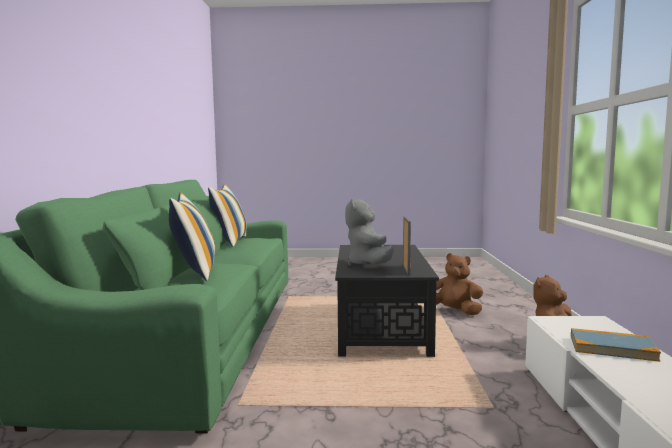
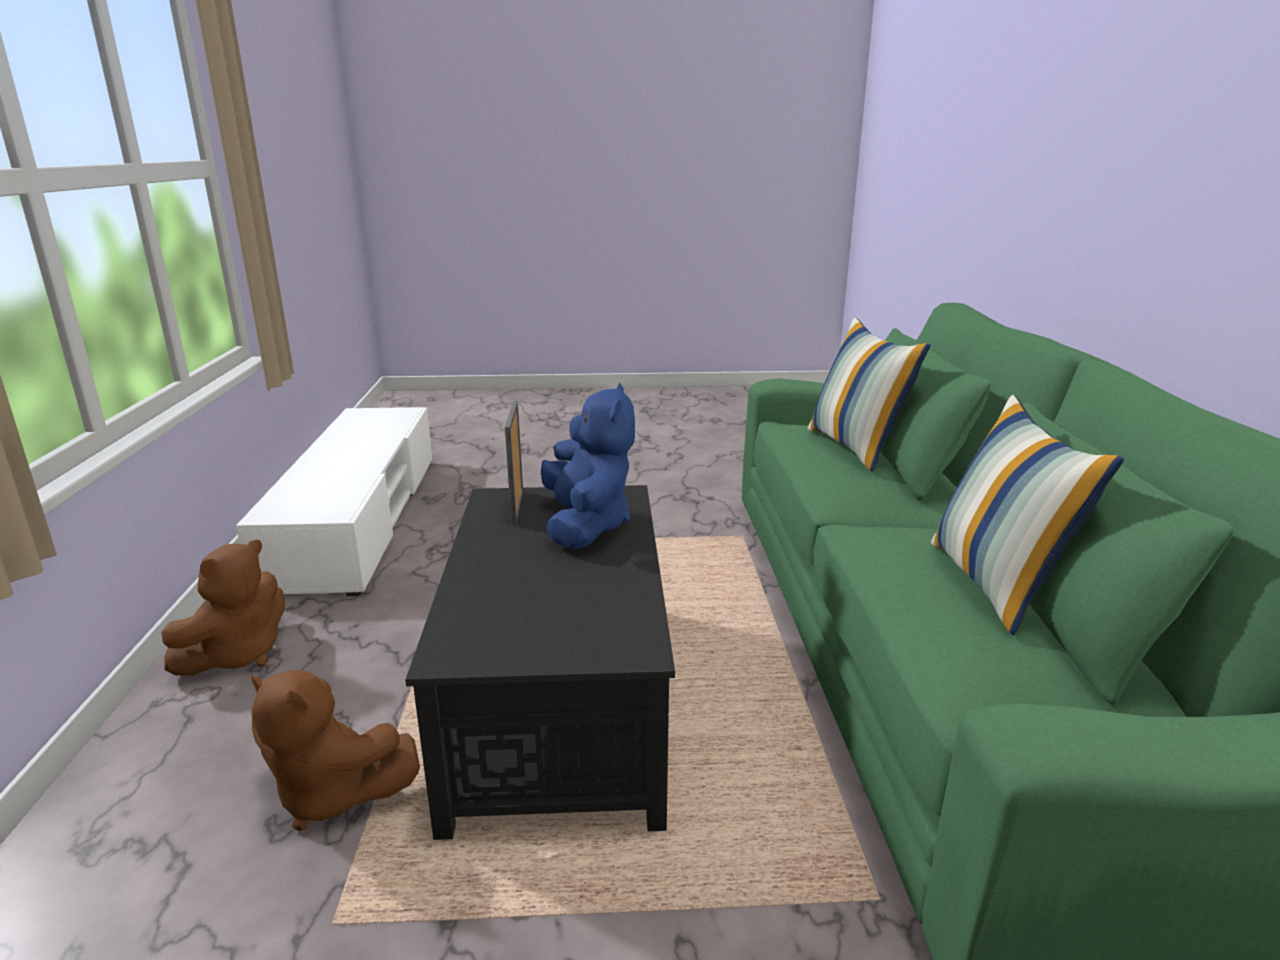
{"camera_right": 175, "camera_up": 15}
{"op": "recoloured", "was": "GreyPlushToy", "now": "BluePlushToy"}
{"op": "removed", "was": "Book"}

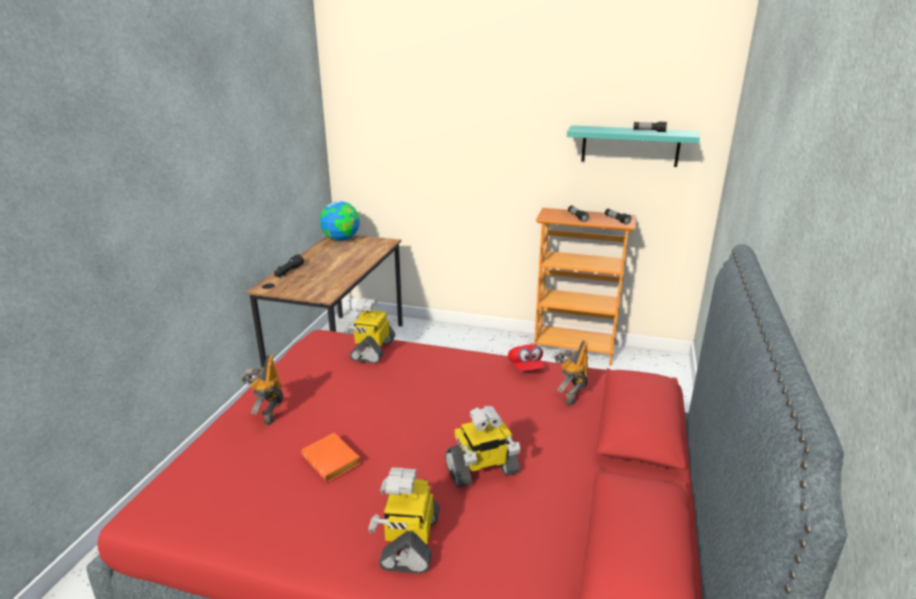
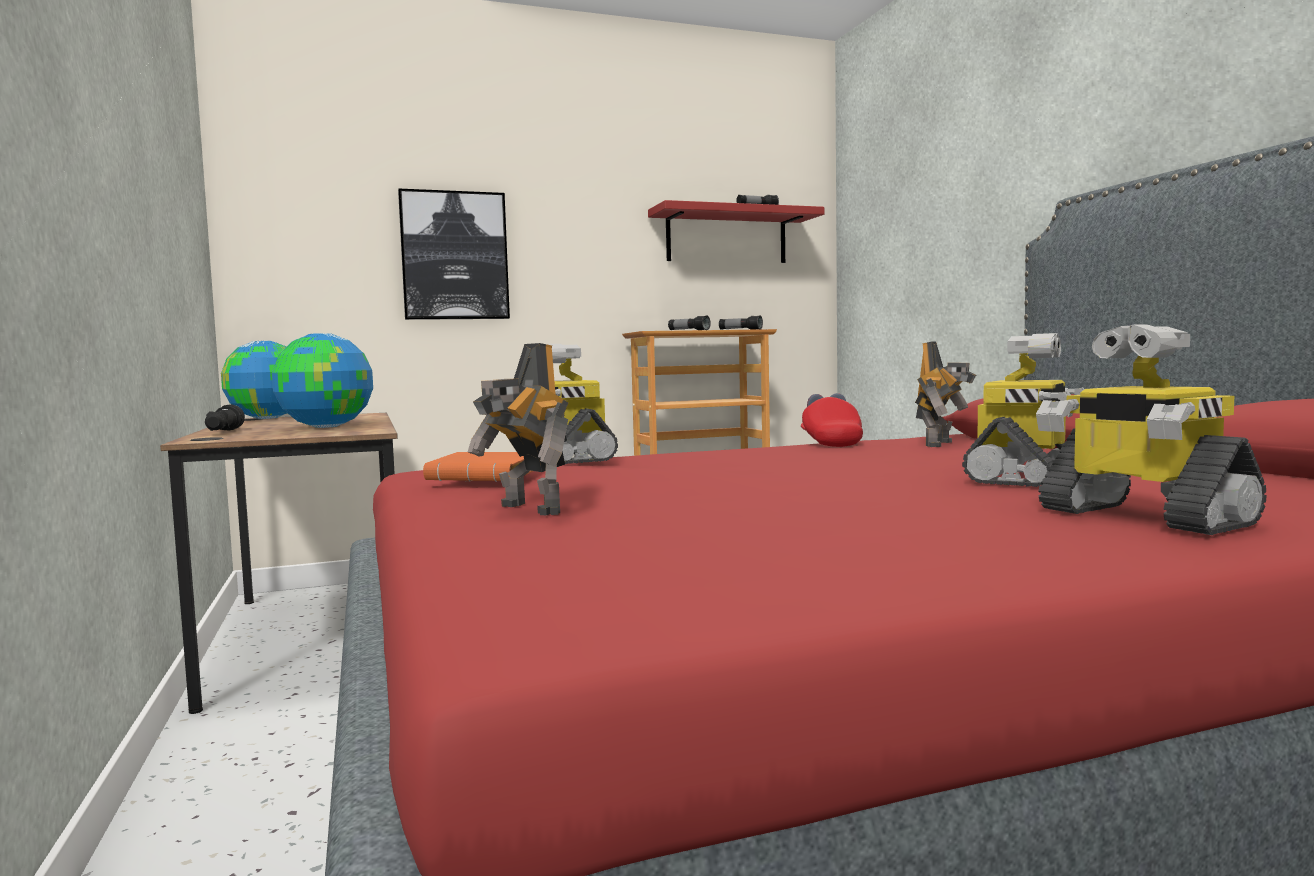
{"camera_right": -35, "camera_up": -20}
{"op": "added", "now": "Globe (2nd from left)"}
{"op": "added", "now": "Picture"}
{"op": "moved", "was": "OrangeBook"}
{"op": "recoloured", "was": "TurquoiseShelf", "now": "RedShelf"}
{"op": "turned", "was": "RedCap", "clockwise": -135}
{"op": "turned", "was": "ToyRobot (5th from left in the first image)", "clockwise": -135}

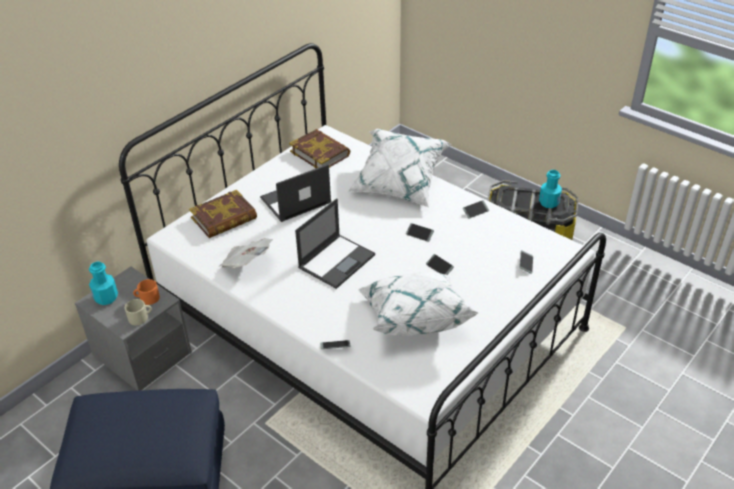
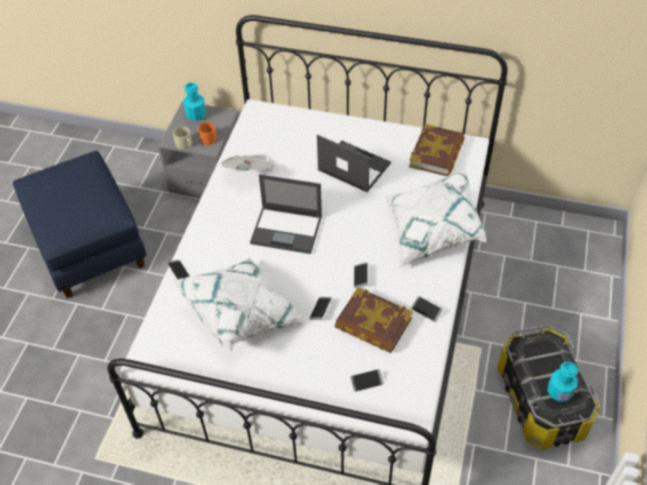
{"camera_right": 65, "camera_up": 10}
{"op": "moved", "was": "Book (1st from left)"}

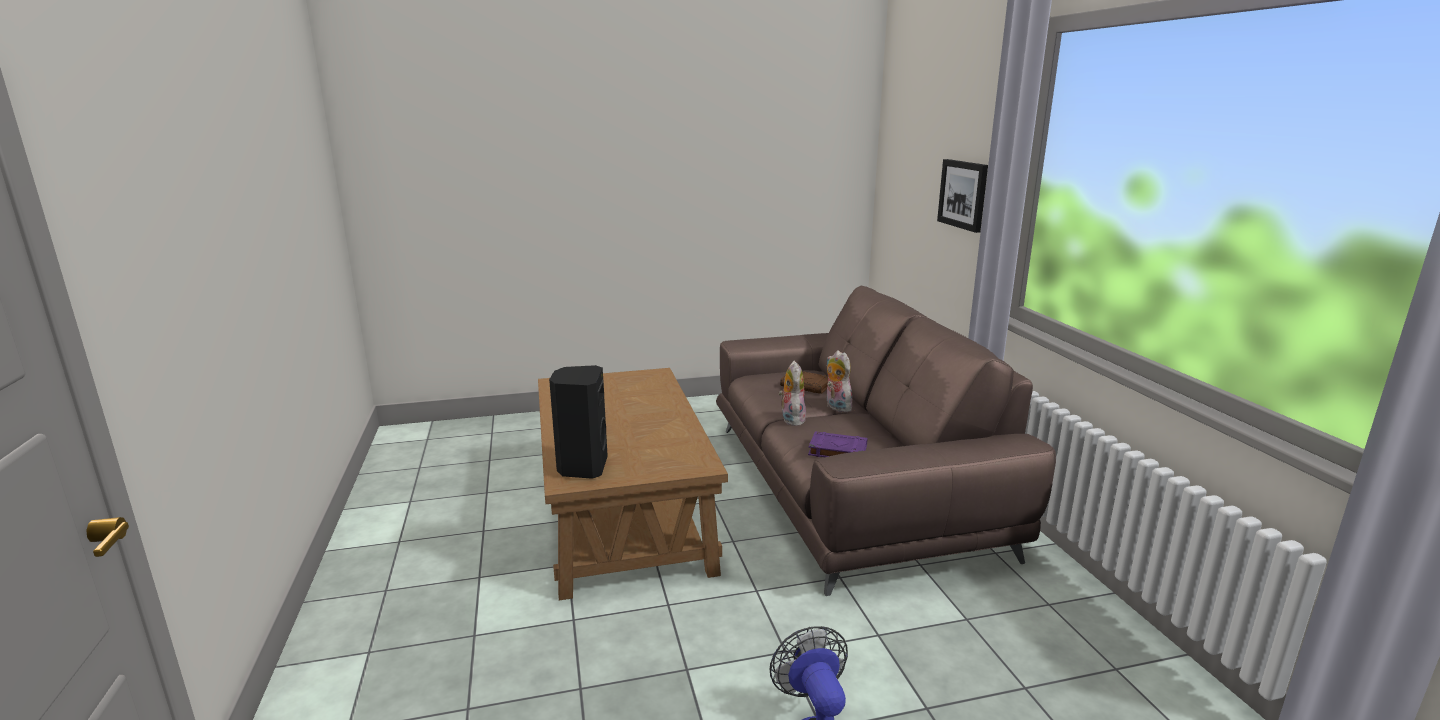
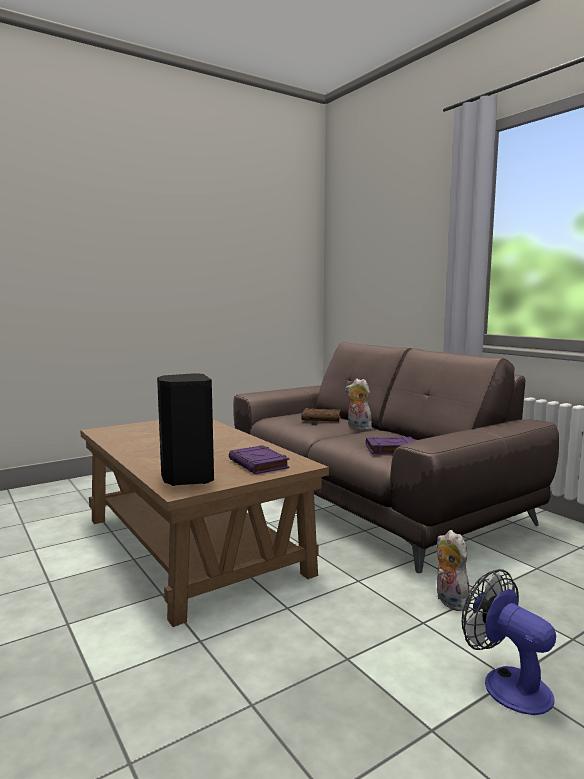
{"camera_right": -20, "camera_up": -10}
{"op": "added", "now": "PurpleBook (1st from left)"}
{"op": "moved", "was": "PlushToy (1st from left in the first image)", "now": "PlushToy (2nd from left)"}
{"op": "removed", "was": "Picture"}

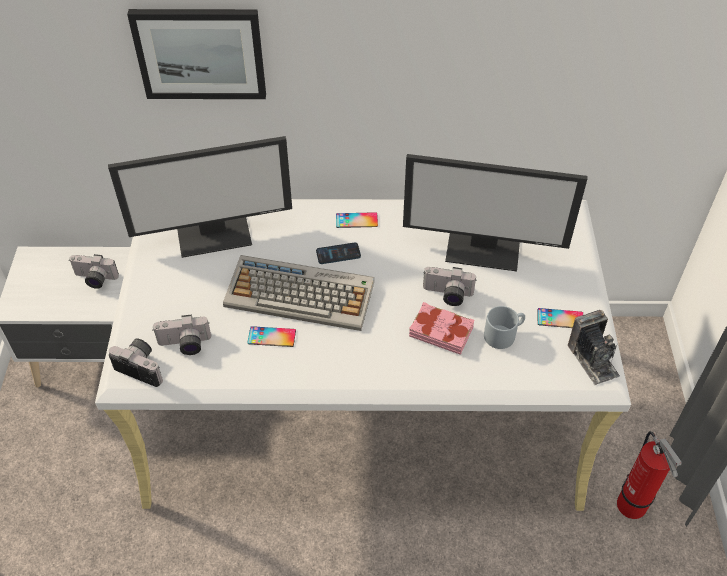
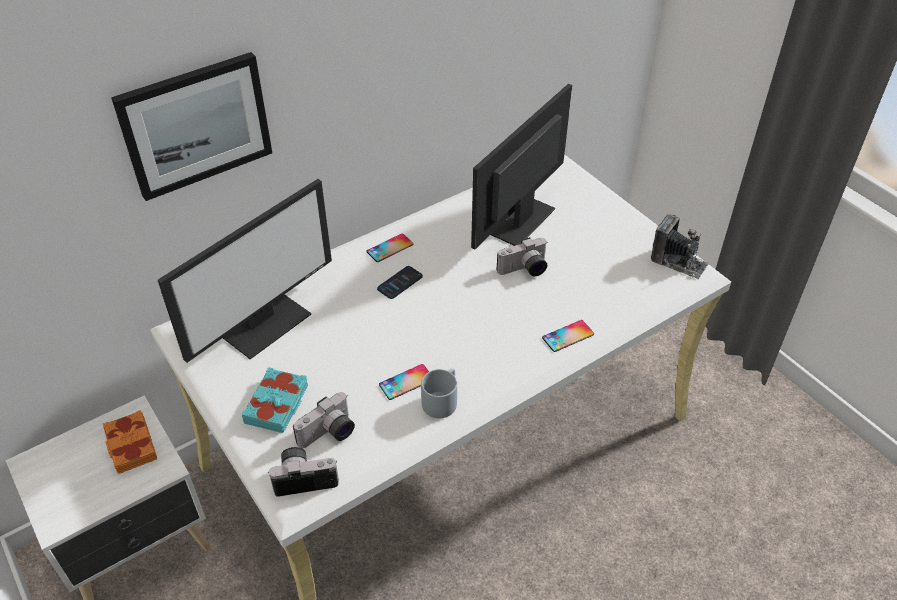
{"camera_right": -35, "camera_up": -5}
{"op": "replaced", "was": "PhotoCamera (1st from left)", "now": "OrangeBook"}
{"op": "added", "now": "TurquoiseBook"}
{"op": "moved", "was": "GreyMug"}
{"op": "turned", "was": "Monitor (2nd from left)", "clockwise": 150}
{"op": "moved", "was": "Phone (4th from left)"}
{"op": "removed", "was": "Keyboard"}
{"op": "removed", "was": "PinkBook"}
{"op": "removed", "was": "FireExtinguisher"}

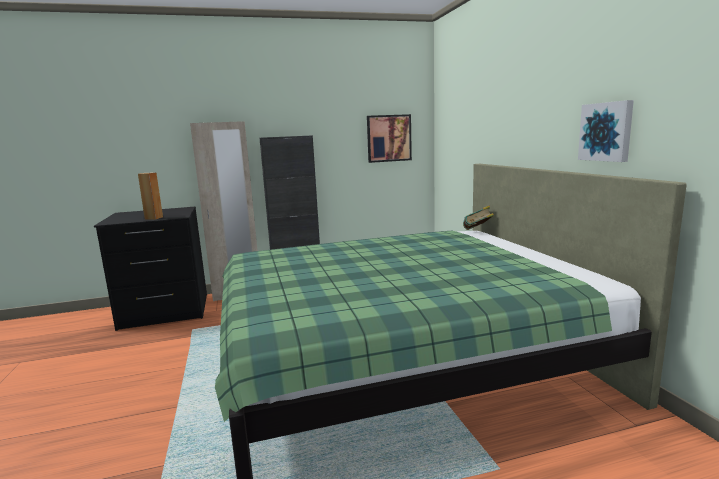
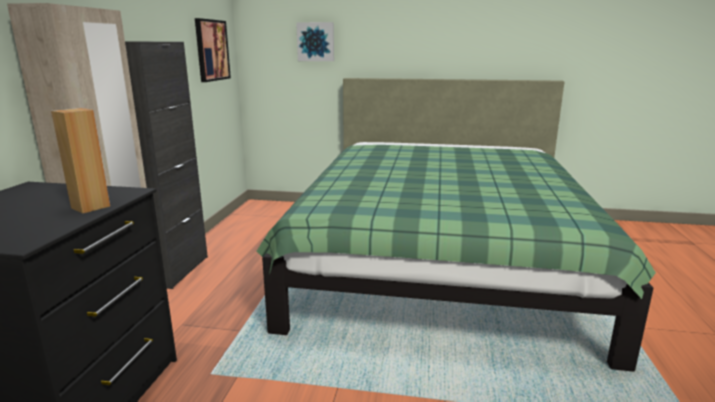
{"camera_right": -65, "camera_up": 5}
{"op": "moved", "was": "Picture (2nd from left)"}
{"op": "removed", "was": "Book"}

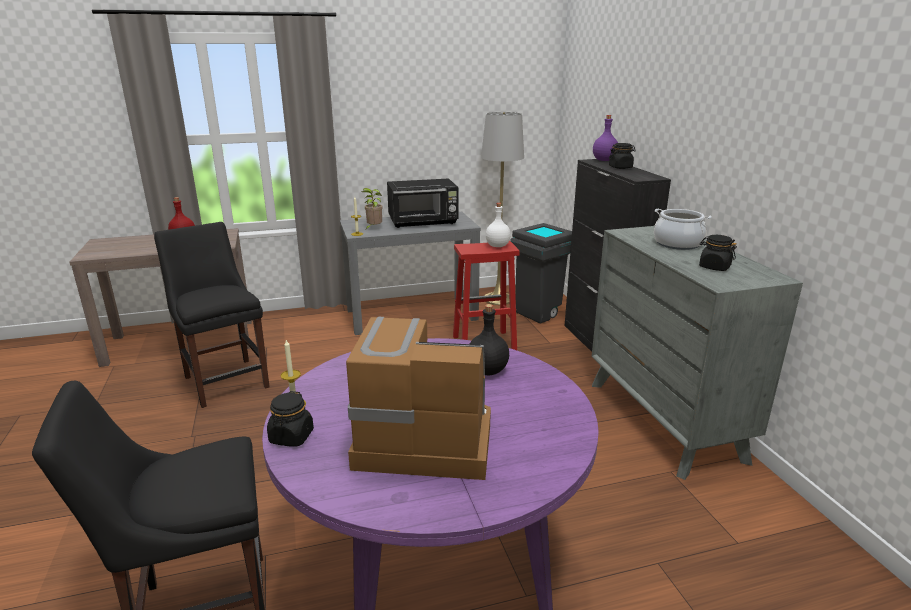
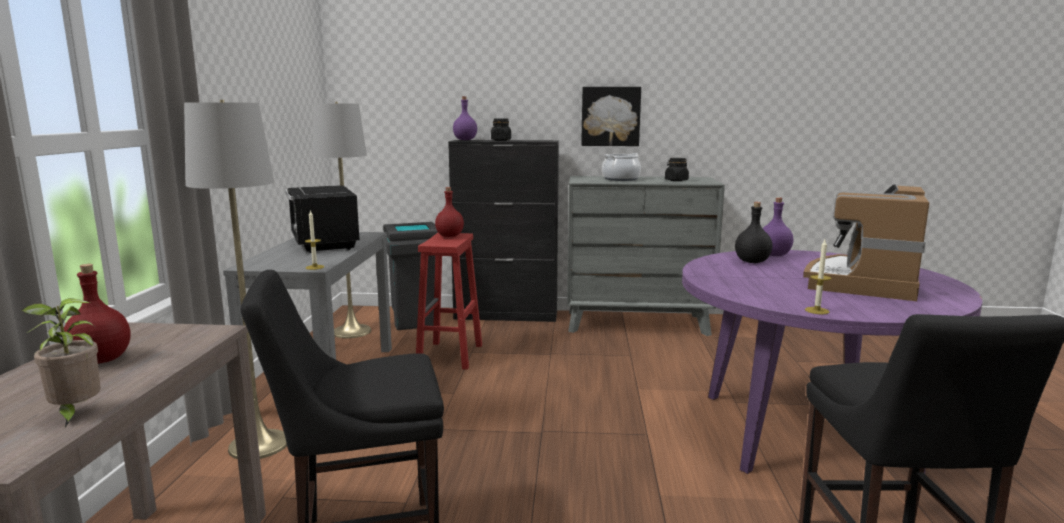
{"camera_right": -70, "camera_up": -10}
{"op": "moved", "was": "PottedPlant"}
{"op": "added", "now": "GreyFloorLamp (1st from left)"}
{"op": "turned", "was": "BlackMicrowave", "clockwise": 150}
{"op": "recoloured", "was": "WhiteBottle", "now": "RedBottle (2nd from left)"}
{"op": "added", "now": "Picture"}
{"op": "added", "now": "PurpleBottle (2nd from left)"}
{"op": "removed", "was": "BlackJar (1st from left)"}

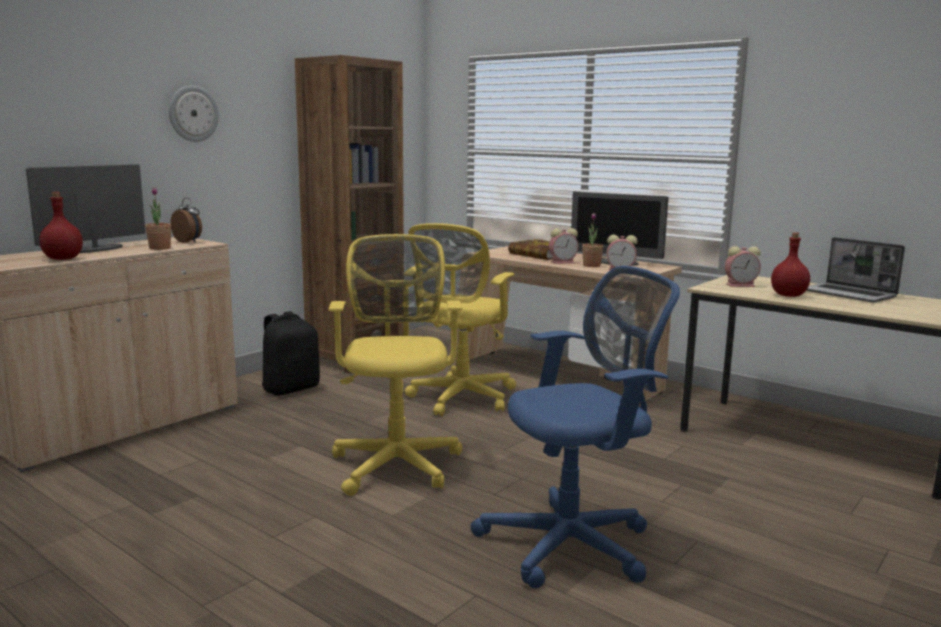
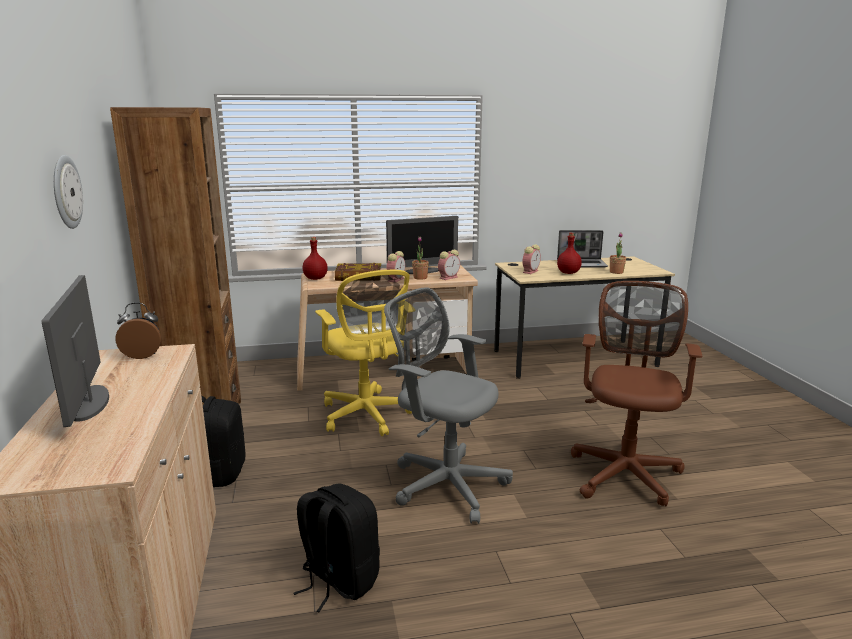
{"camera_right": -50, "camera_up": 5}
{"op": "added", "now": "BlackBackpack (2nd from left)"}
{"op": "moved", "was": "RedBottle (1st from left)"}
{"op": "recoloured", "was": "YellowOfficeChair (1st from left)", "now": "GreyOfficeChair"}
{"op": "recoloured", "was": "BlueOfficeChair", "now": "BrownOfficeChair"}
{"op": "moved", "was": "PottedPlant (1st from left in the first image)", "now": "PottedPlant (2nd from left)"}

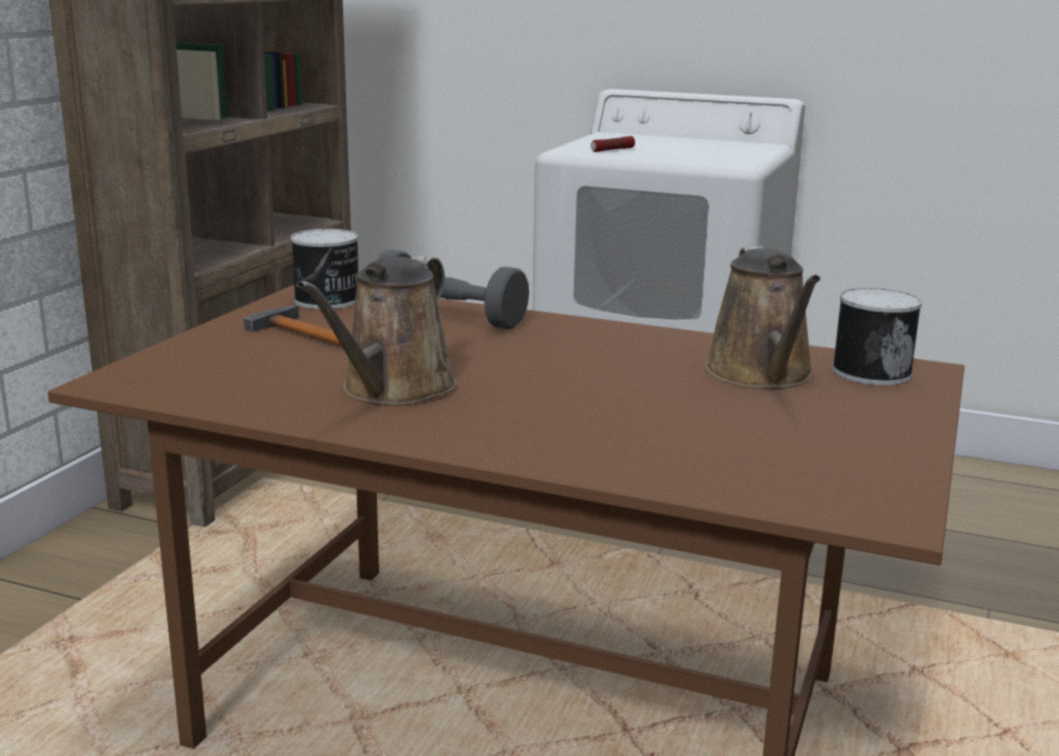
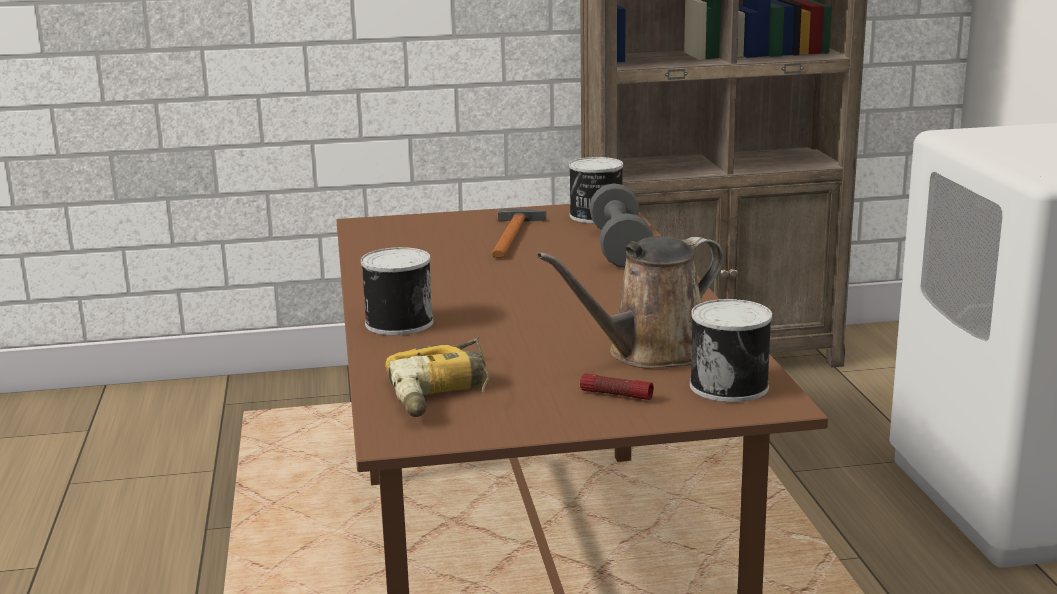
{"camera_right": 60, "camera_up": 0}
{"op": "added", "now": "Can (1st from left)"}
{"op": "added", "now": "PowerDrill"}
{"op": "moved", "was": "Flashlight"}
{"op": "removed", "was": "BrownWateringCan (1st from left)"}

